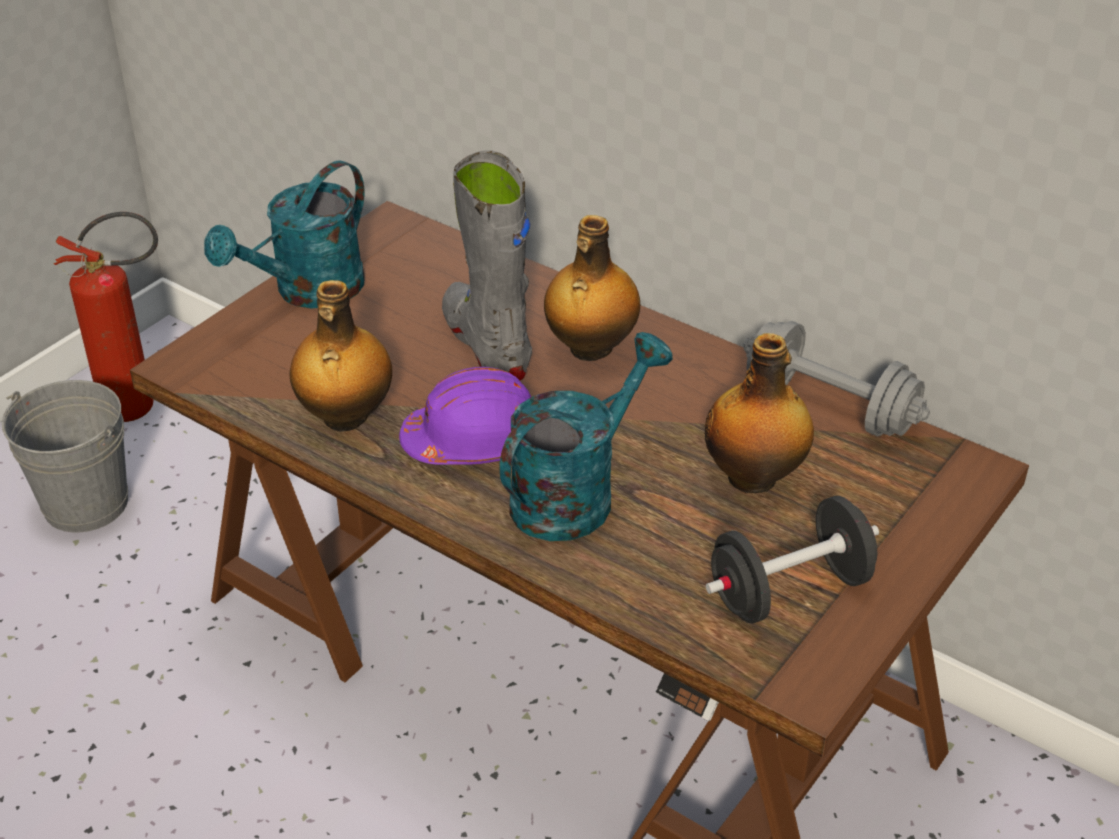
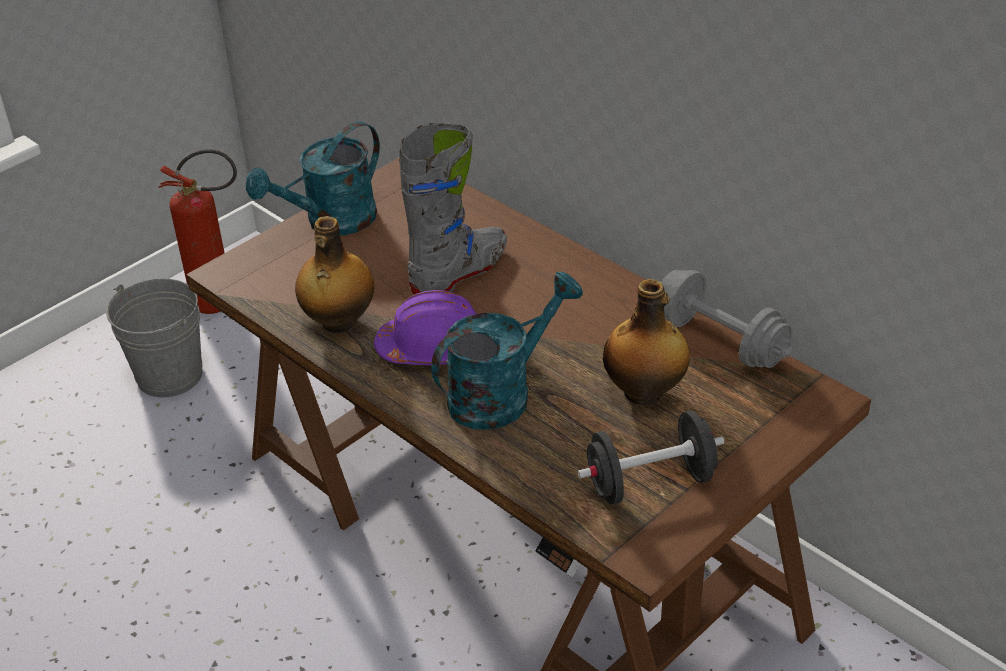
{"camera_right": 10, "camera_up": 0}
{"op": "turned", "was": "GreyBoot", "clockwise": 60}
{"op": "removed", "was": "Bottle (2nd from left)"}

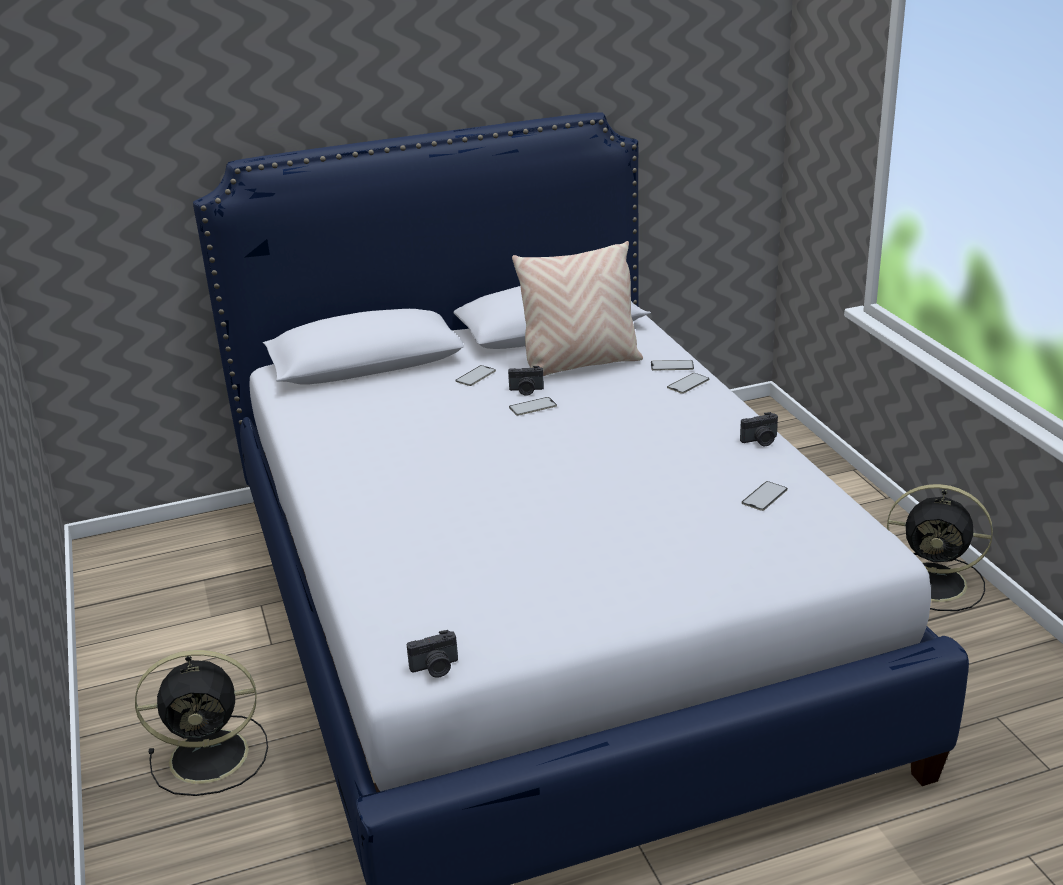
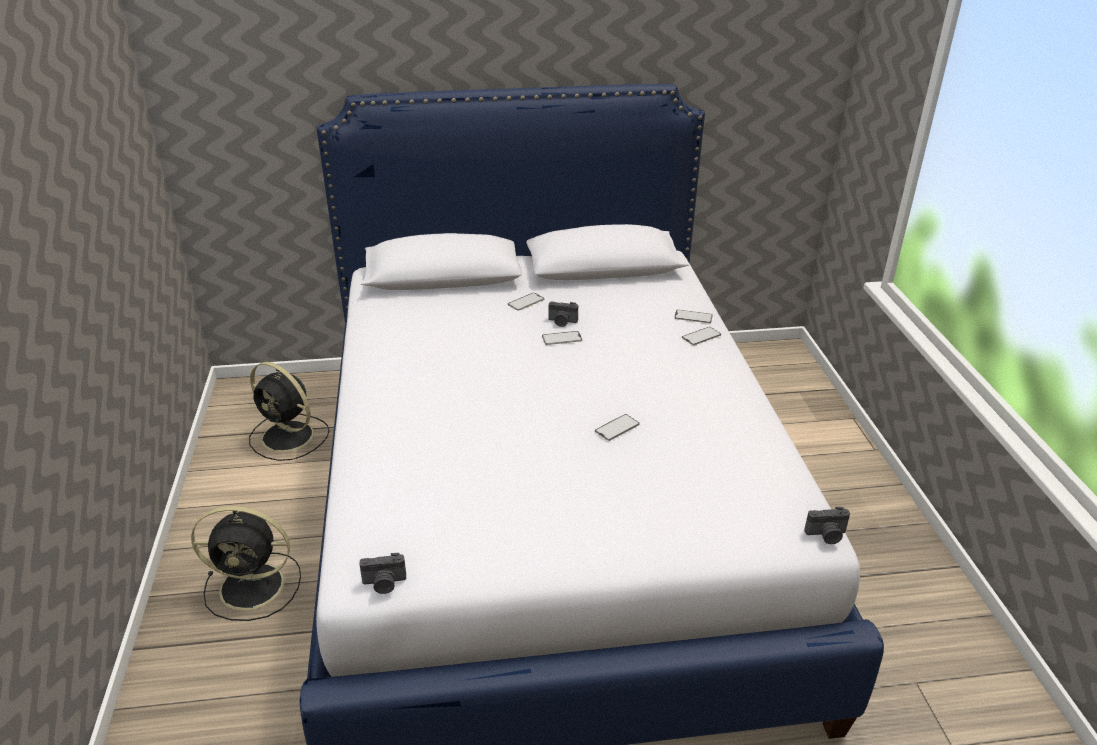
{"camera_right": 10, "camera_up": 5}
{"op": "moved", "was": "BlackFan (2nd from left)"}
{"op": "moved", "was": "Phone (5th from left in the first image)", "now": "Phone (3rd from left)"}
{"op": "moved", "was": "PhotoCamera (3rd from left)"}
{"op": "removed", "was": "BeigePillow"}

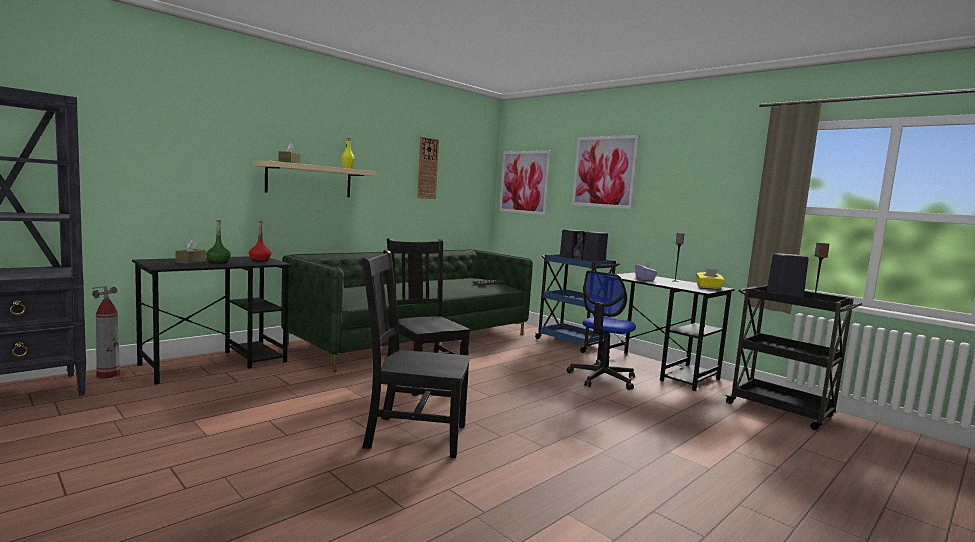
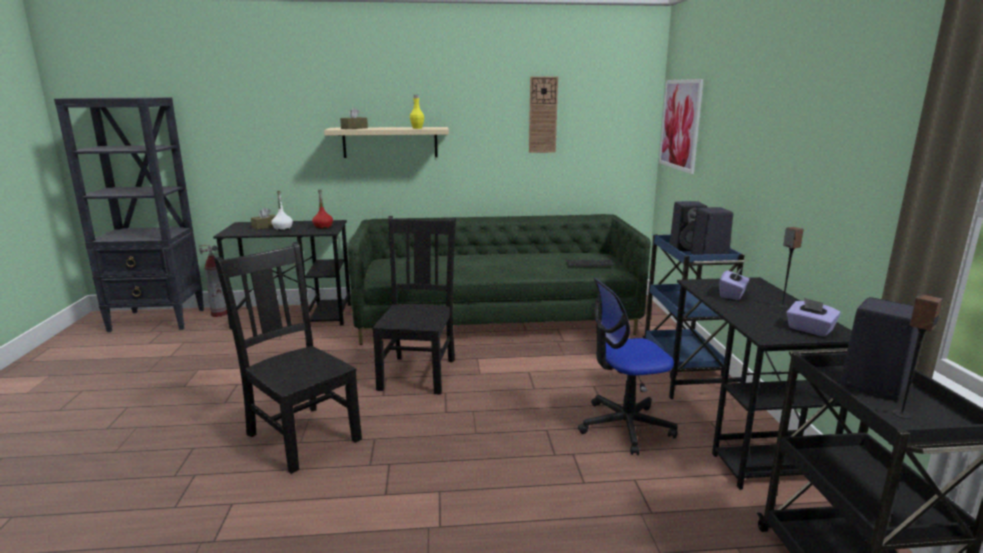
{"camera_right": 40, "camera_up": 10}
{"op": "recoloured", "was": "GreenBottle", "now": "WhiteBottle"}
{"op": "recoloured", "was": "YellowTissueBox", "now": "PurpleTissueBox (2nd from left)"}
{"op": "removed", "was": "Picture (2nd from left)"}

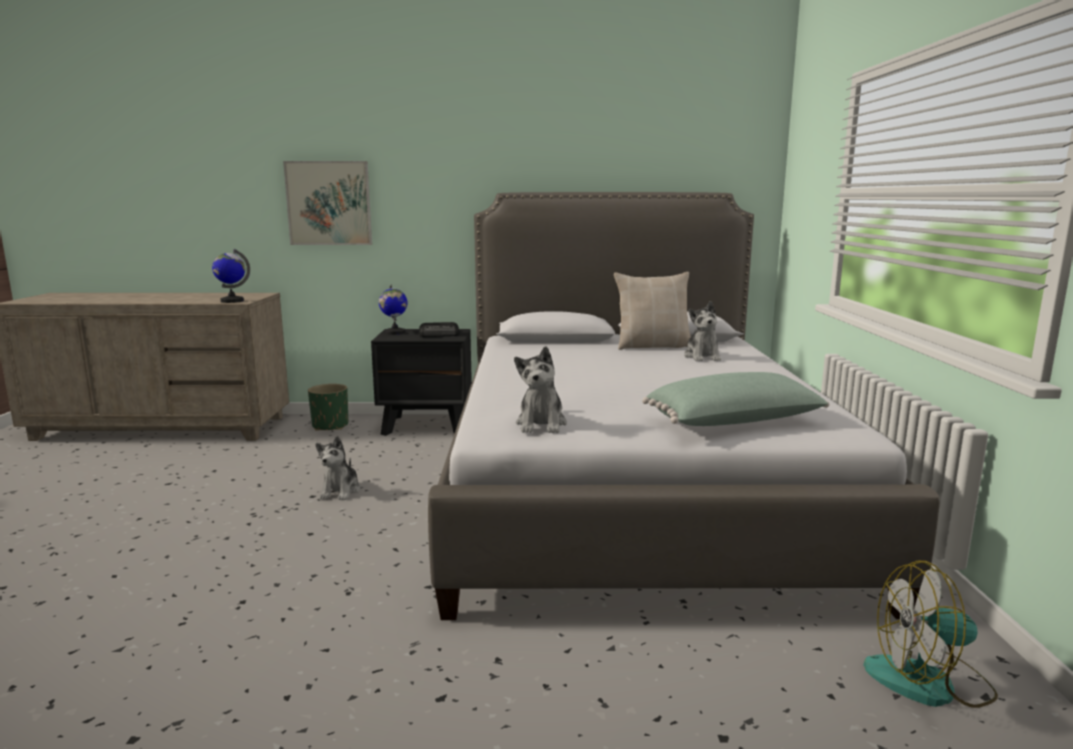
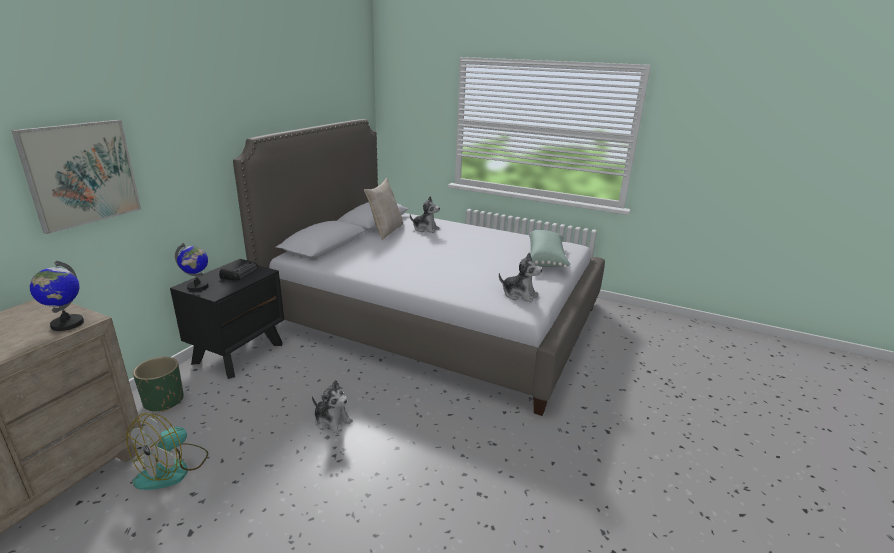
{"camera_right": -65, "camera_up": 10}
{"op": "moved", "was": "Fan"}

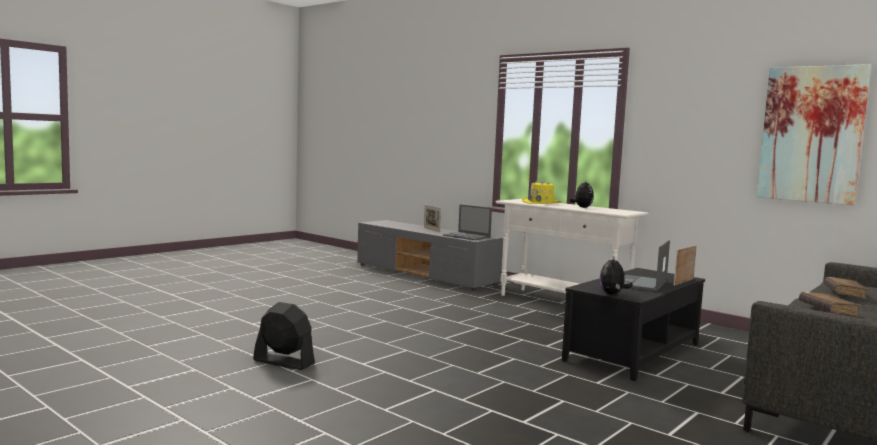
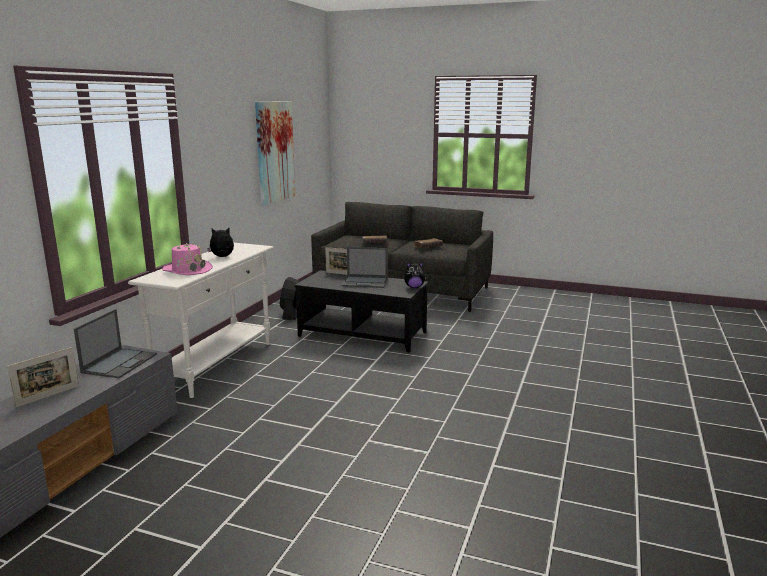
{"camera_right": -110, "camera_up": 10}
{"op": "recoloured", "was": "YellowHat", "now": "PinkHat"}
{"op": "moved", "was": "BlackFan"}

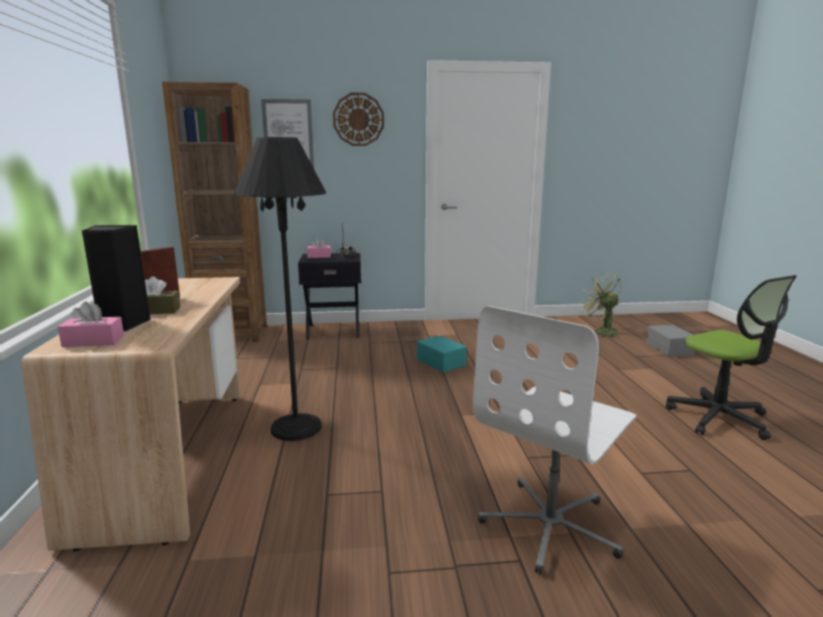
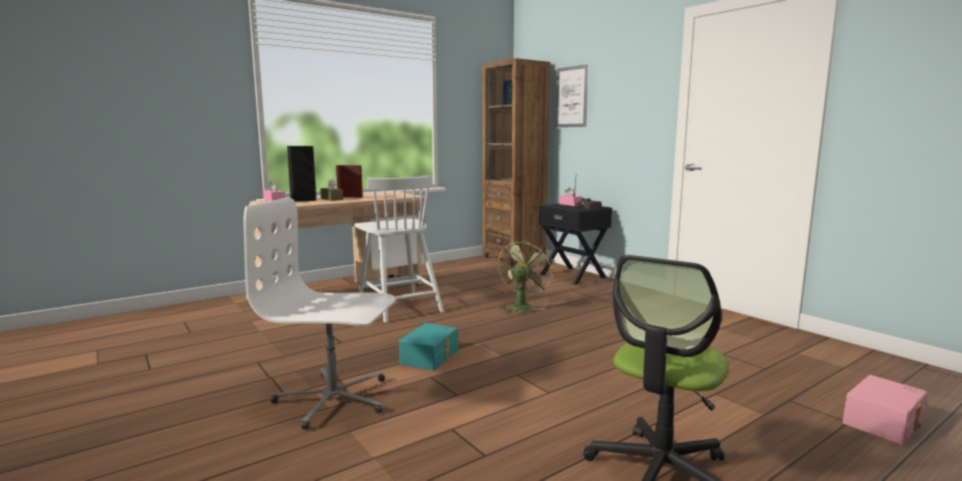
{"camera_right": 60, "camera_up": -5}
{"op": "replaced", "was": "BlackFloorLamp", "now": "WhiteChair"}
{"op": "moved", "was": "TurquoiseStorageBox"}
{"op": "moved", "was": "GreenFan"}
{"op": "recoloured", "was": "GreyStorageBox", "now": "PinkStorageBox"}
{"op": "removed", "was": "WallClock"}

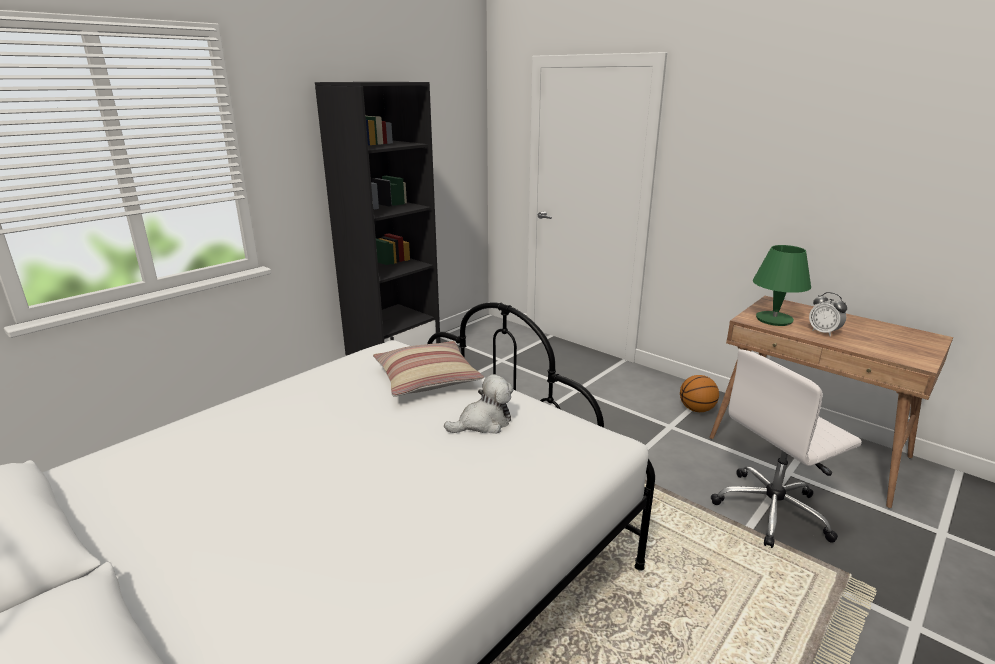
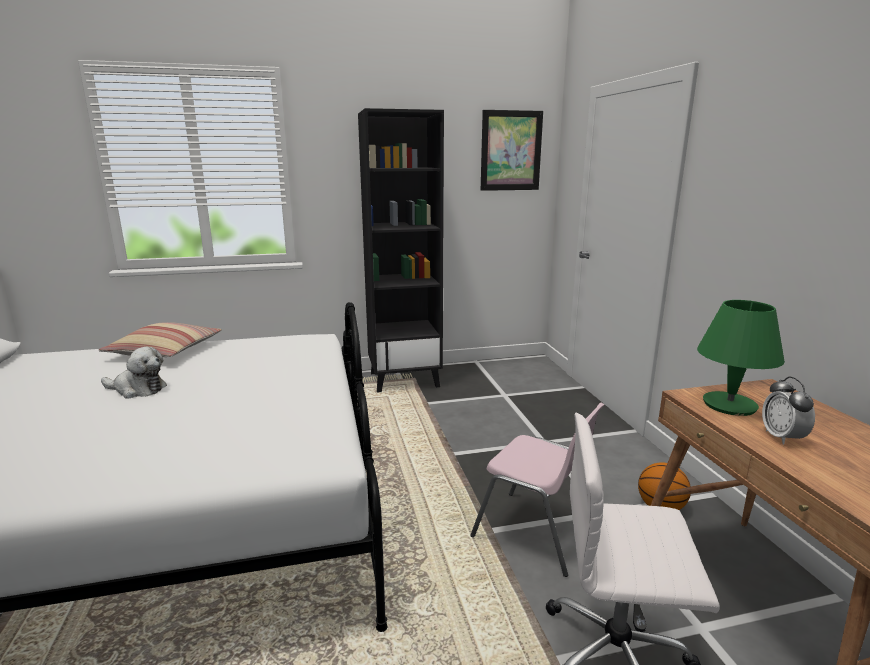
{"camera_right": 35, "camera_up": -5}
{"op": "moved", "was": "Pillow"}
{"op": "moved", "was": "PlushToy"}
{"op": "added", "now": "PinkChair"}
{"op": "added", "now": "Picture"}

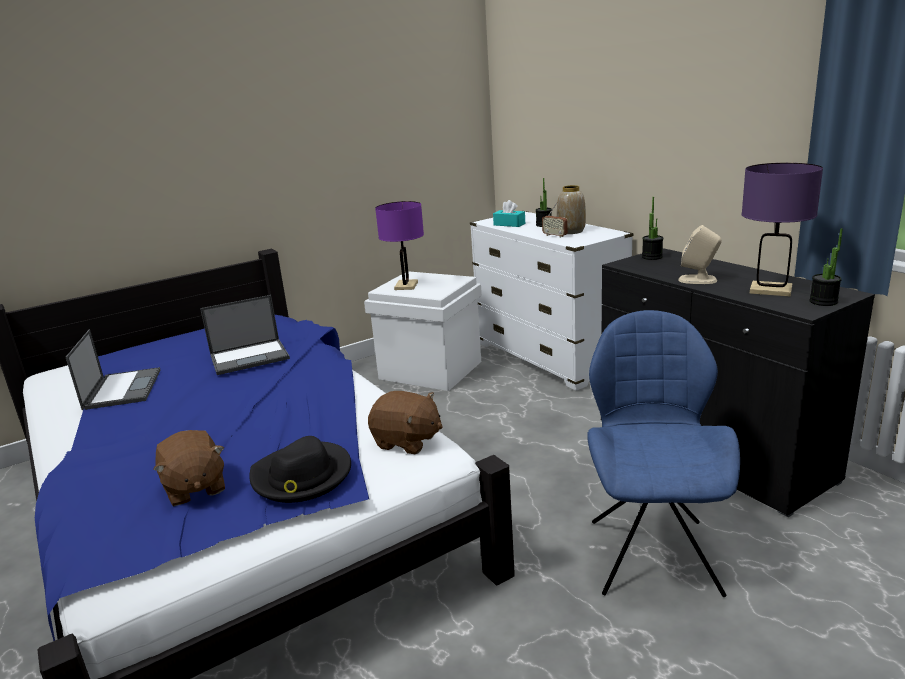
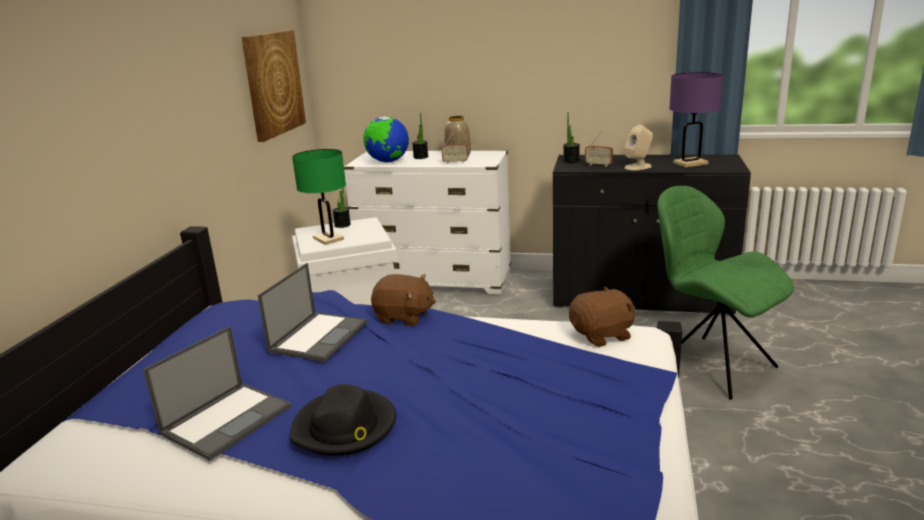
{"camera_right": -45, "camera_up": 0}
{"op": "turned", "was": "Laptop (1st from left)", "clockwise": 90}
{"op": "added", "now": "Picture"}
{"op": "moved", "was": "BlackHat"}
{"op": "recoloured", "was": "PurpleTableLamp (1st from left)", "now": "GreenTableLamp"}
{"op": "moved", "was": "PottedPlant (3rd from left in the first image)", "now": "PottedPlant (1st from left)"}
{"op": "replaced", "was": "TurquoiseTissueBox", "now": "Globe"}
{"op": "moved", "was": "BrownPlushToy (1st from left)"}
{"op": "added", "now": "Radio (2nd from left)"}
{"op": "recoloured", "was": "BlueChair", "now": "GreenChair"}

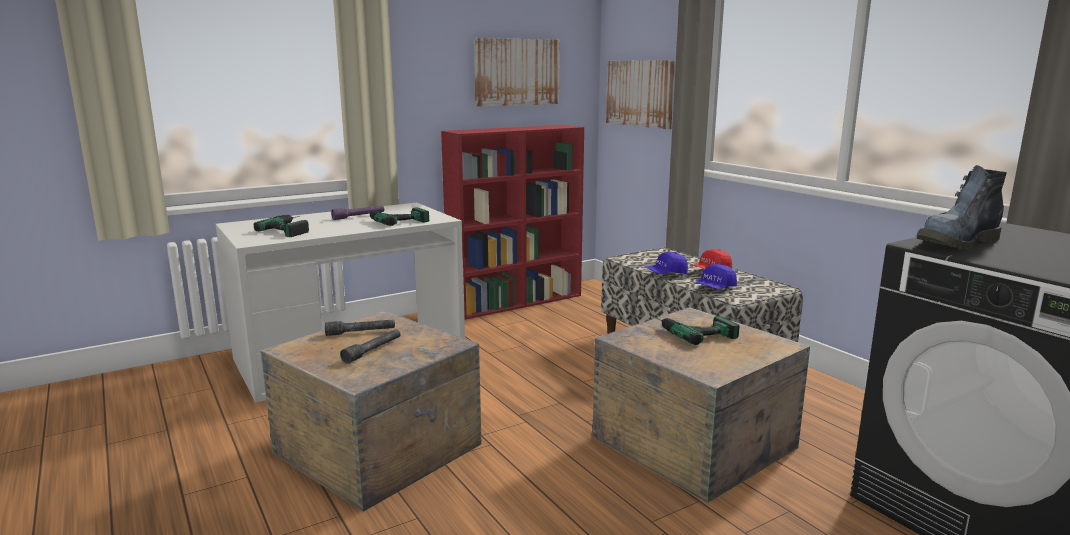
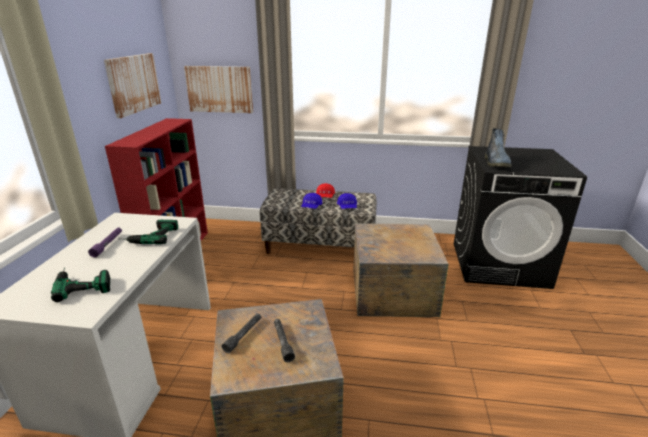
{"camera_right": -50, "camera_up": 10}
{"op": "removed", "was": "PowerDrill (3rd from left)"}

